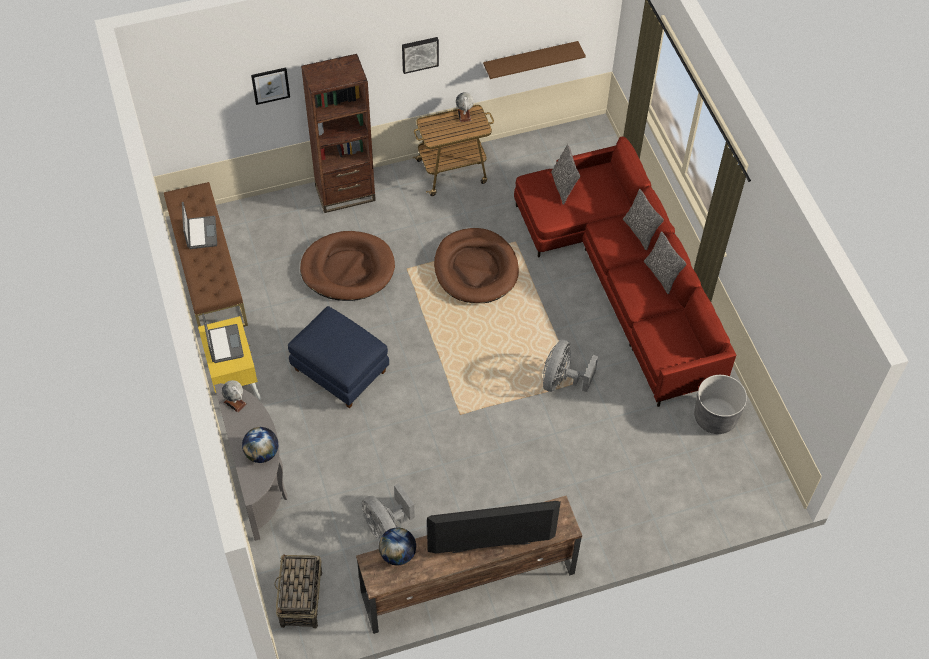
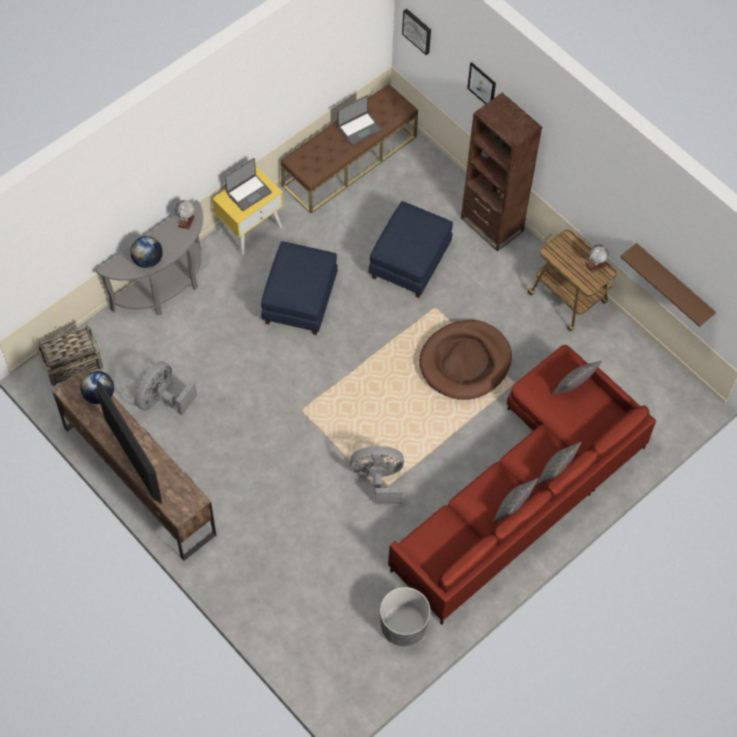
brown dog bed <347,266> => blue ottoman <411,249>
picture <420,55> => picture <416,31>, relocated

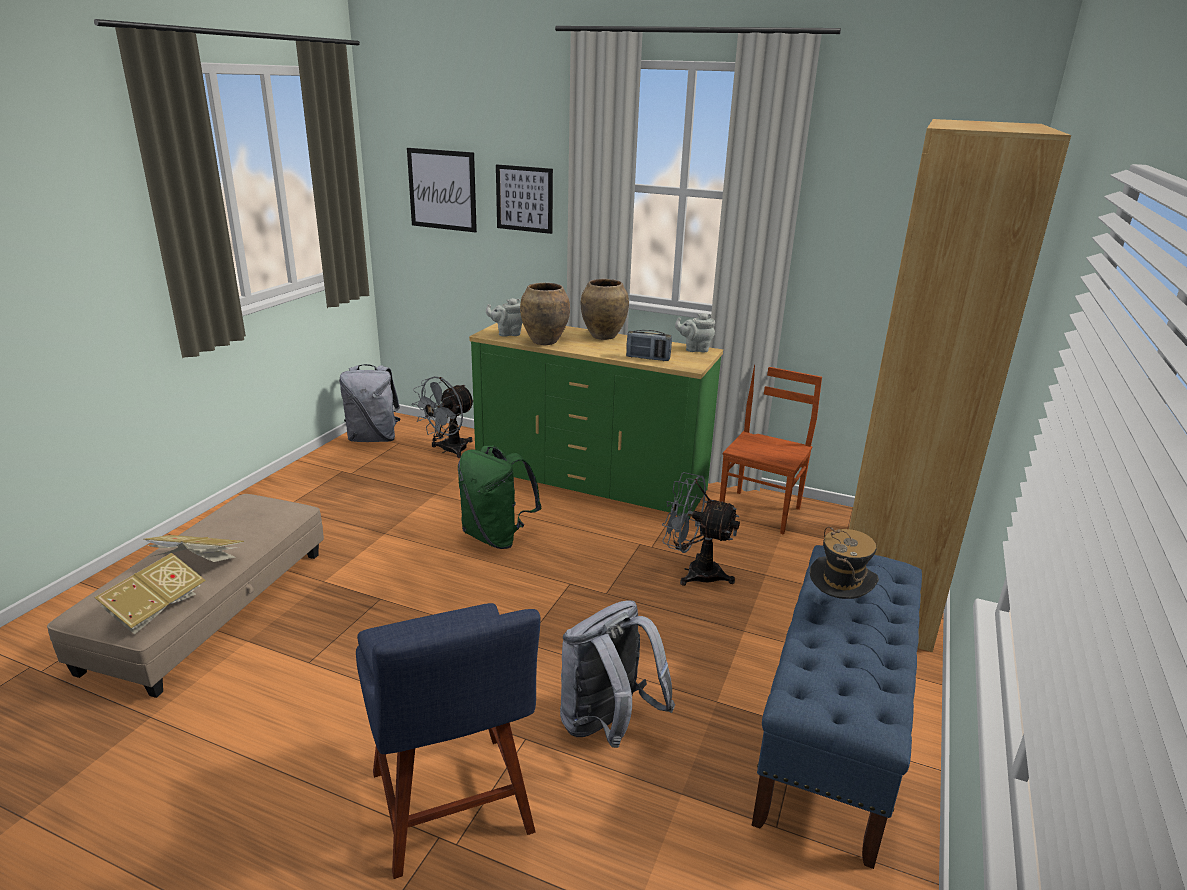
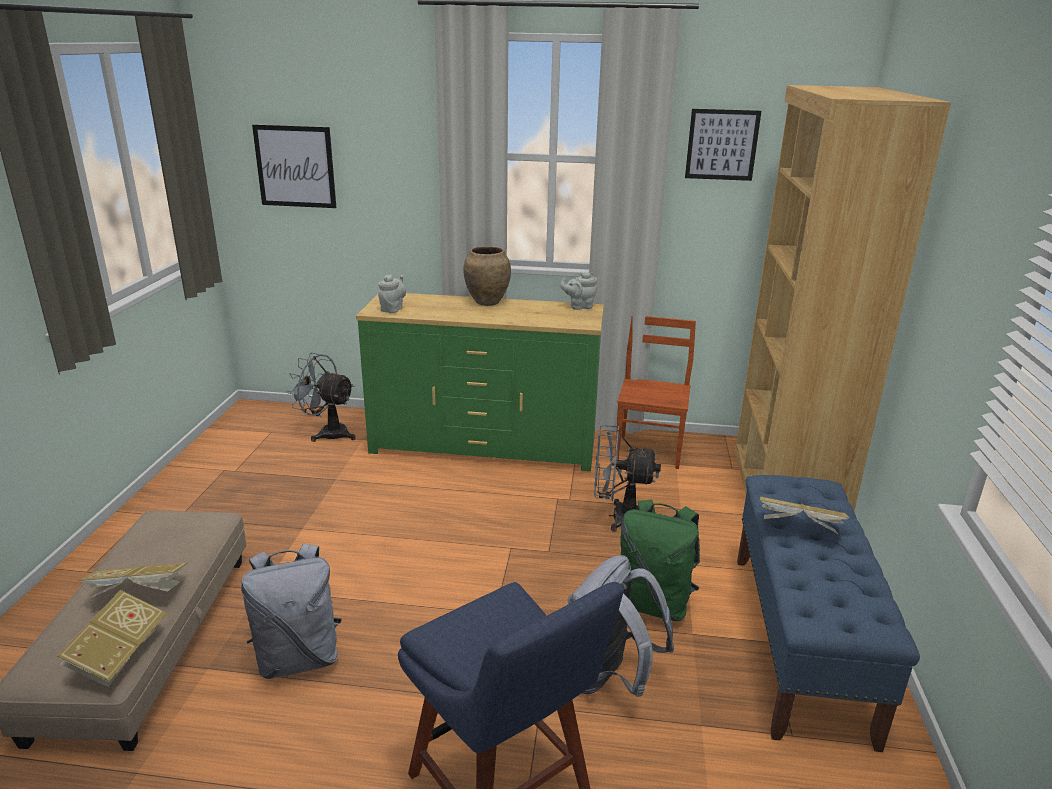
grey backpack <370,403> => grey backpack <291,611>, relocated
grey fan <442,417> => grey fan <321,397>, 90 degrees clockwise
grey teapot <504,317> => grey teapot <392,294>, 135 degrees clockwise
green backpack <500,497> => green backpack <660,560>, relocated
picture <524,199> => picture <723,145>, relocated
hat <844,562> => book <805,515>
brown vase <545,314> => nothing
radio <649,345> => nothing

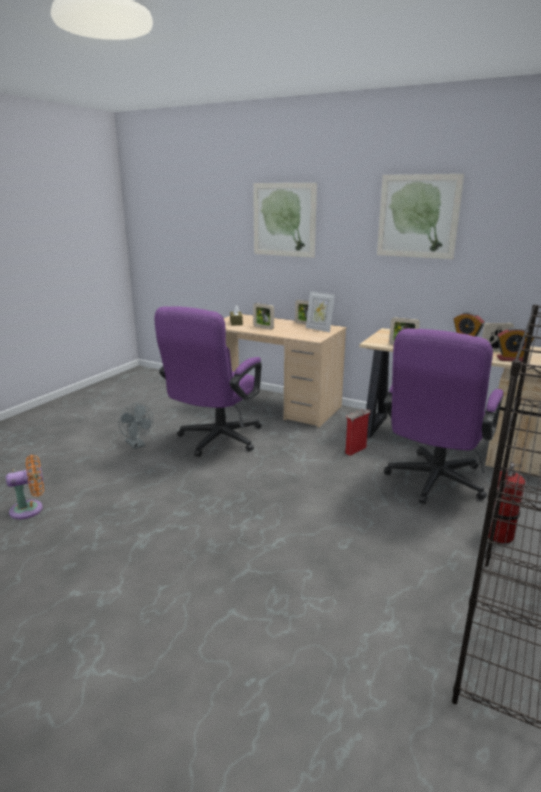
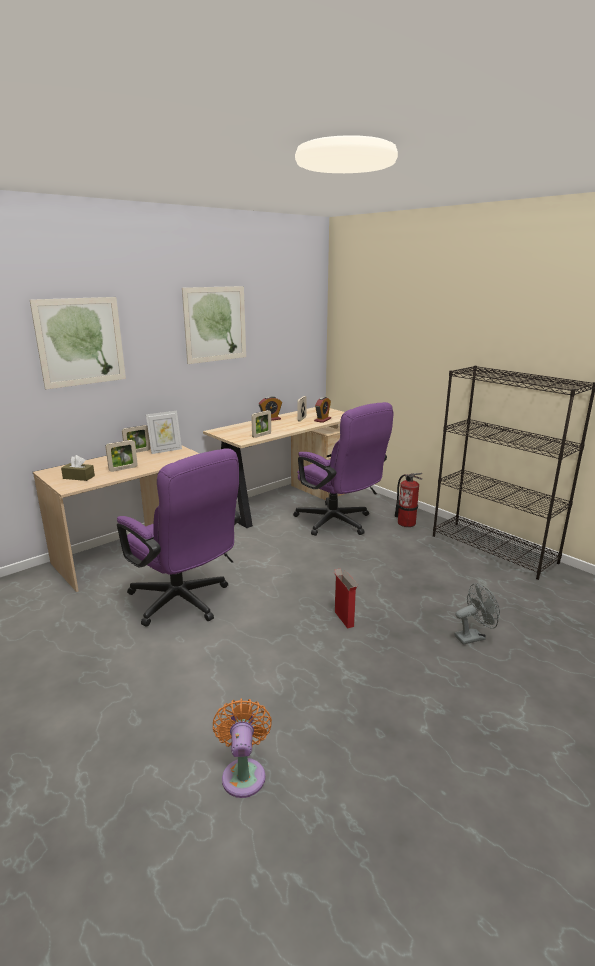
cardboard box <358,432> => cardboard box <346,598>, relocated
grey fan <135,426> => grey fan <477,614>, relocated

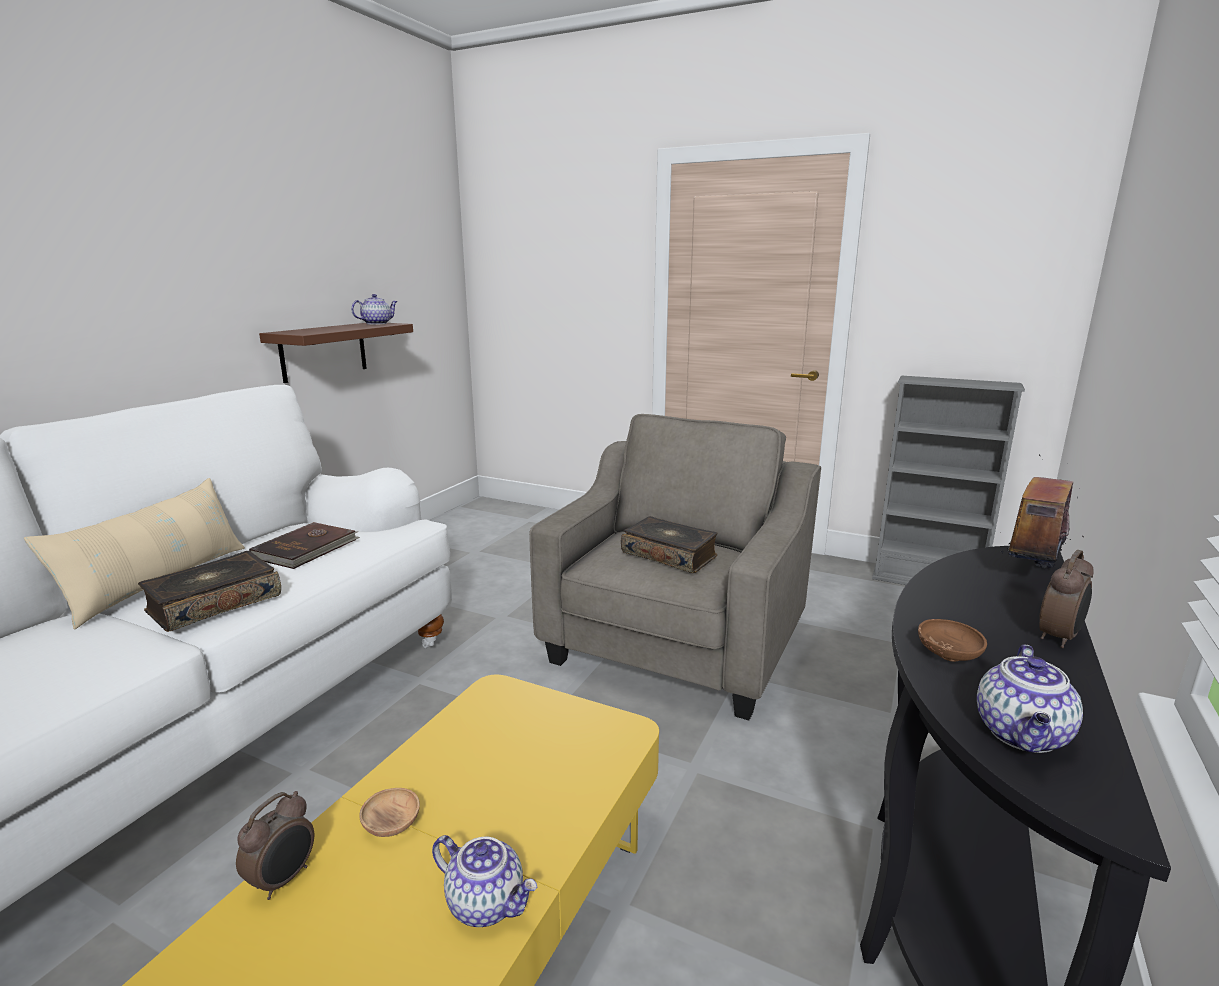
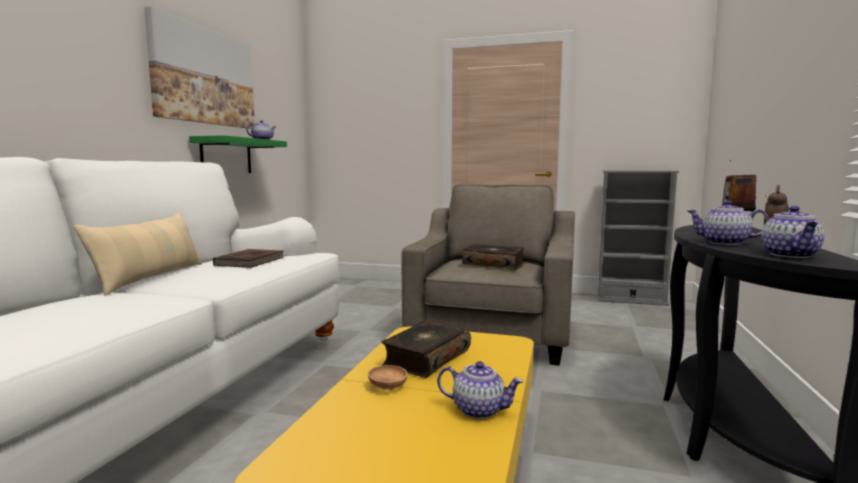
nothing => picture <199,67>
brown shelf <336,353> => green shelf <238,154>
book <209,591> => book <426,348>, relocated
brown bowl <952,640> => teapot <728,223>
alarm clock <275,845> => nothing

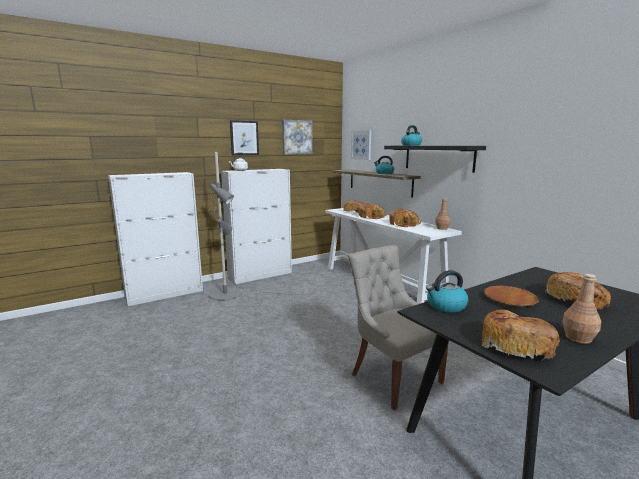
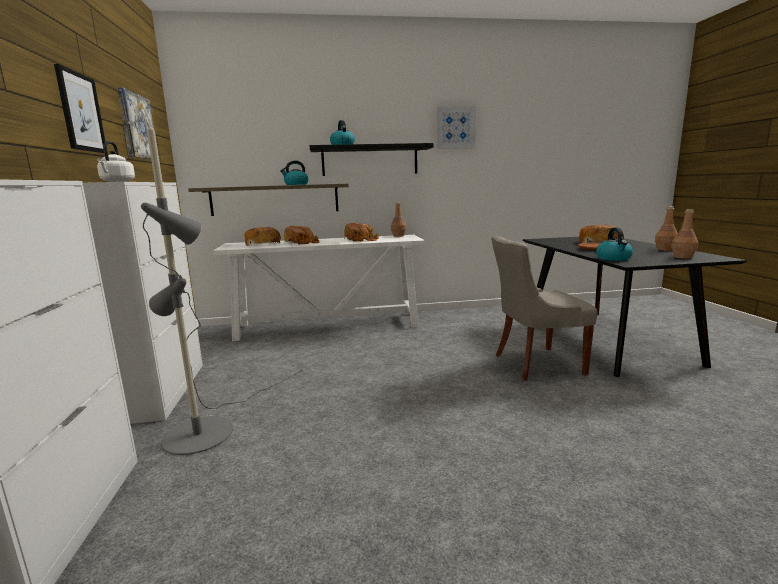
picture <361,145> => picture <456,127>, relocated
bread <521,336> => brown bottle <684,234>

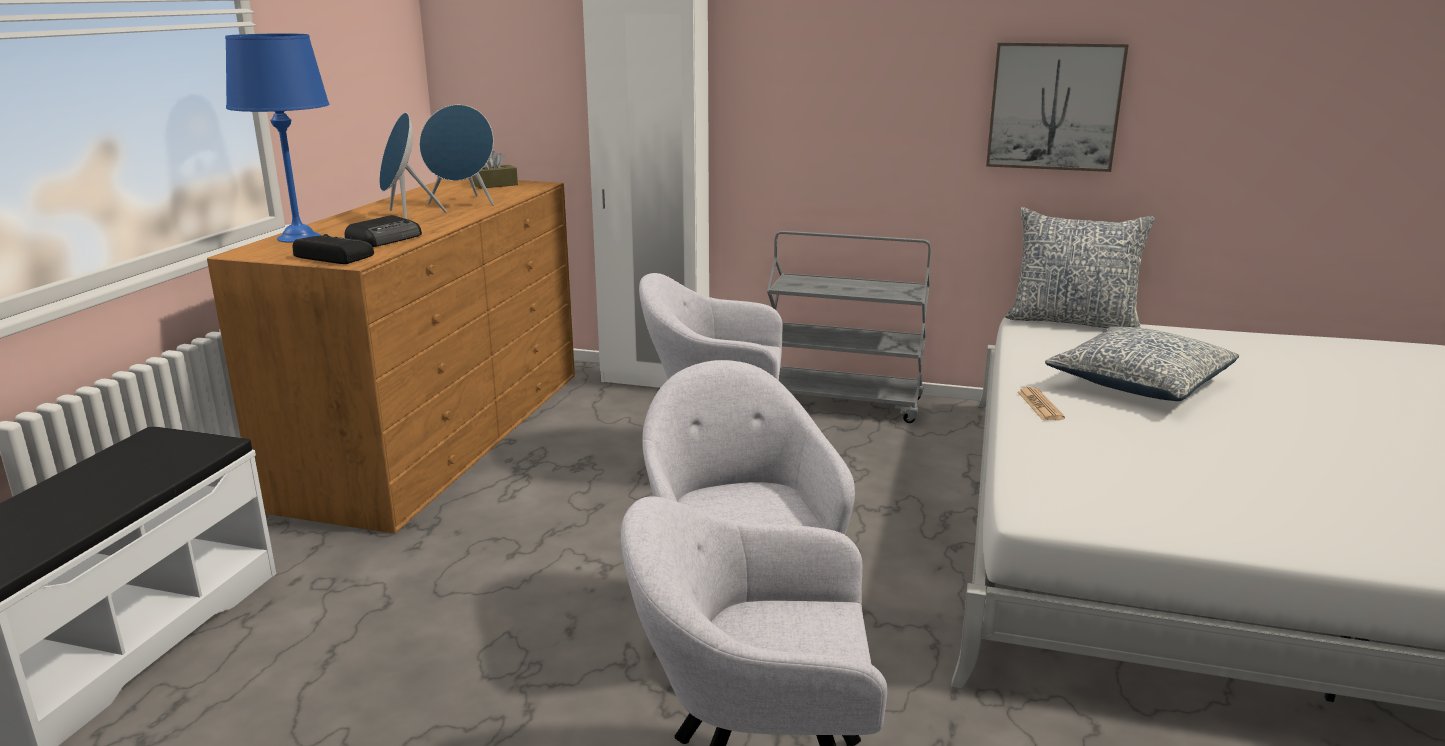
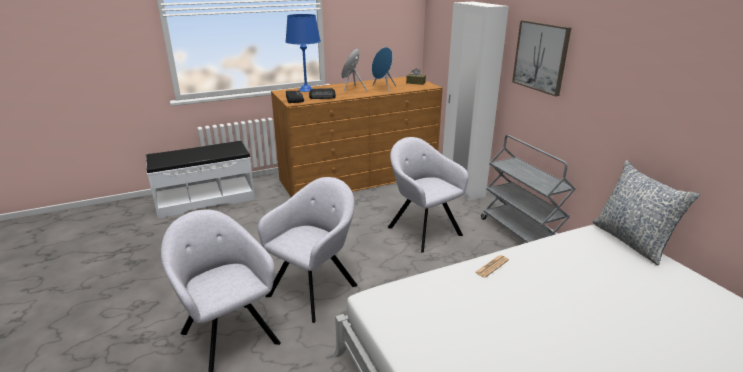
picture <1057,107> => picture <541,58>, relocated
pillow <1142,363> => nothing

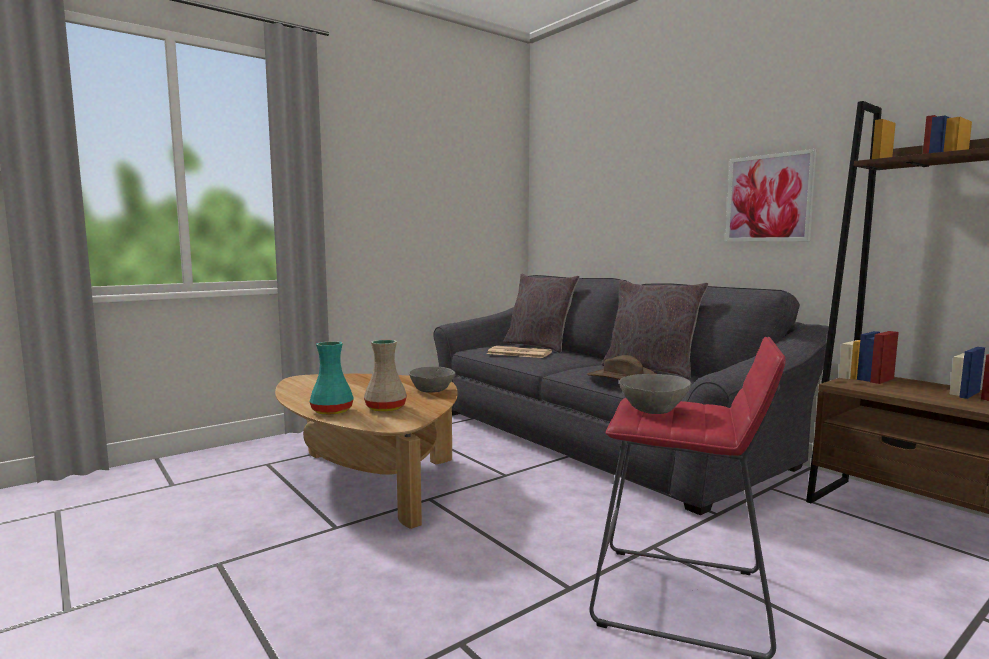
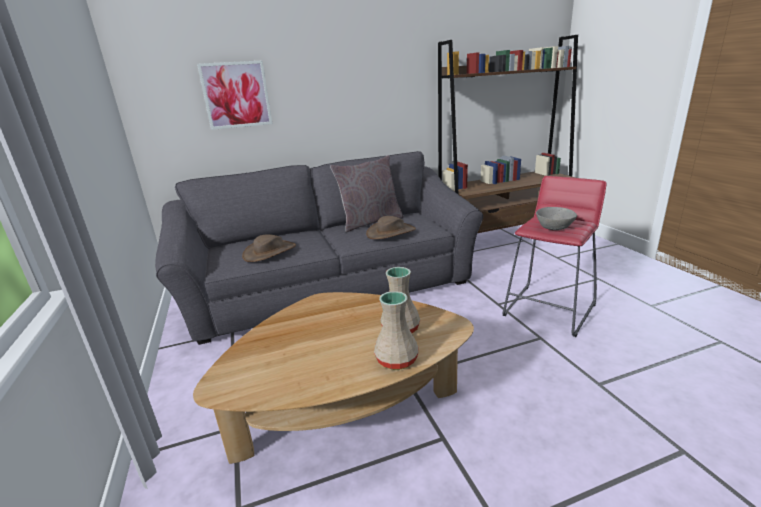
picture <771,195> => picture <234,95>, relocated
newspaper <519,352> => brown hat <269,248>
turquoise vase <331,378> => beige vase <396,330>
grey bowl <432,380> => nothing
grey pillow <541,313> => nothing

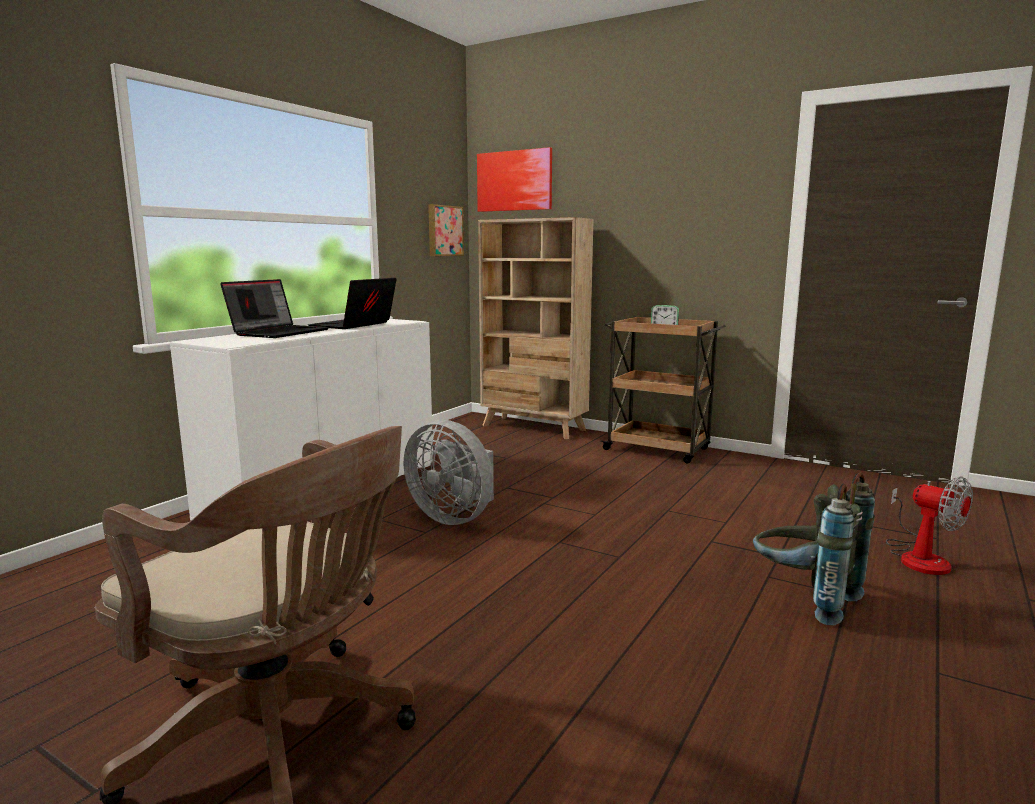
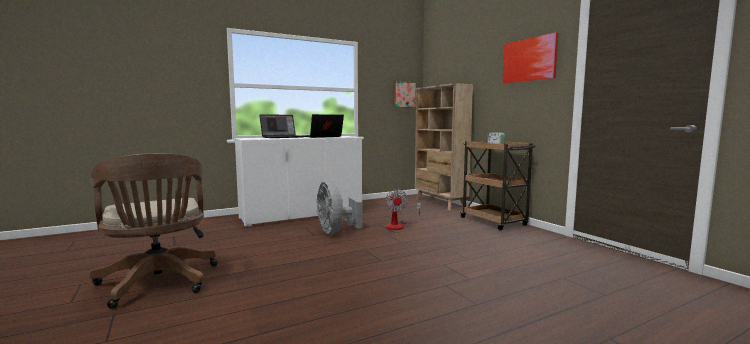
fan <929,525> => fan <403,209>, relocated
picture <514,179> => picture <530,58>, relocated
grey backpack <814,548> => nothing

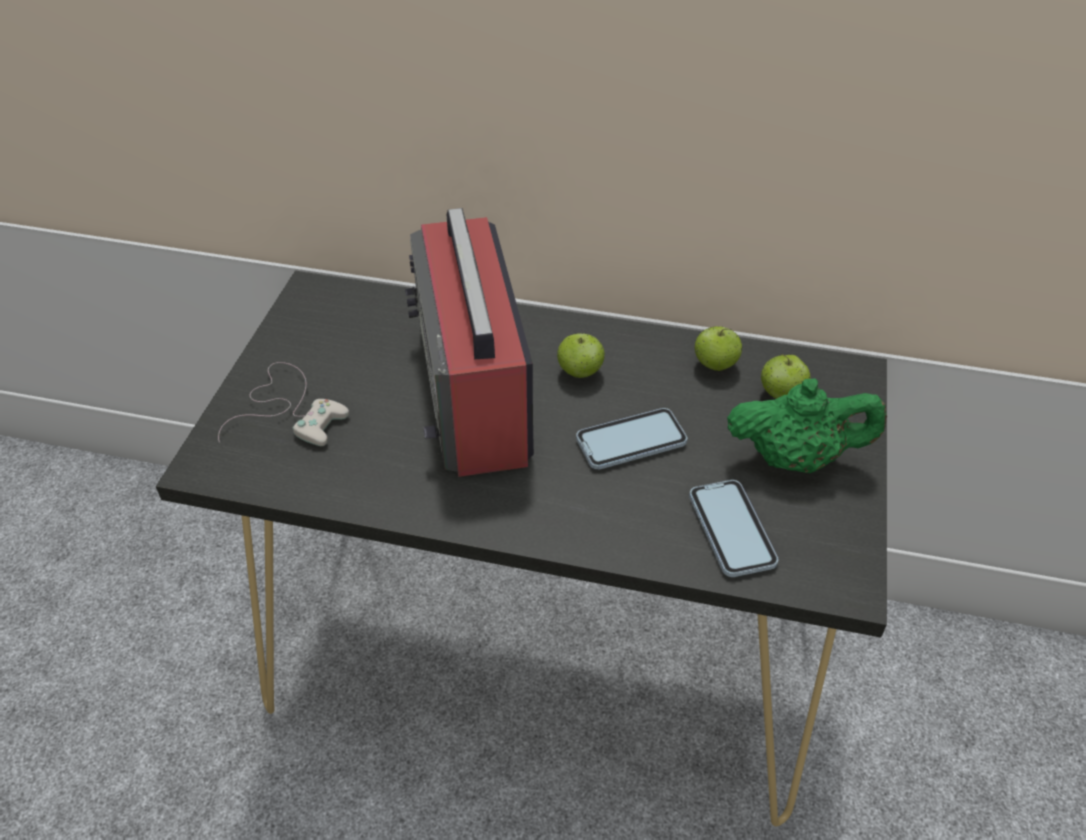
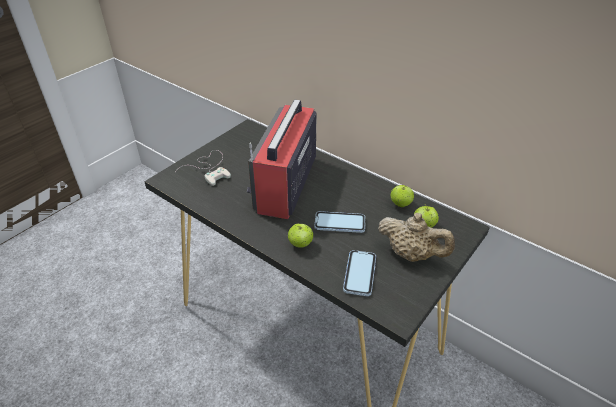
apple <581,355> => apple <300,236>, relocated
green teapot <807,425> => beige teapot <416,237>

